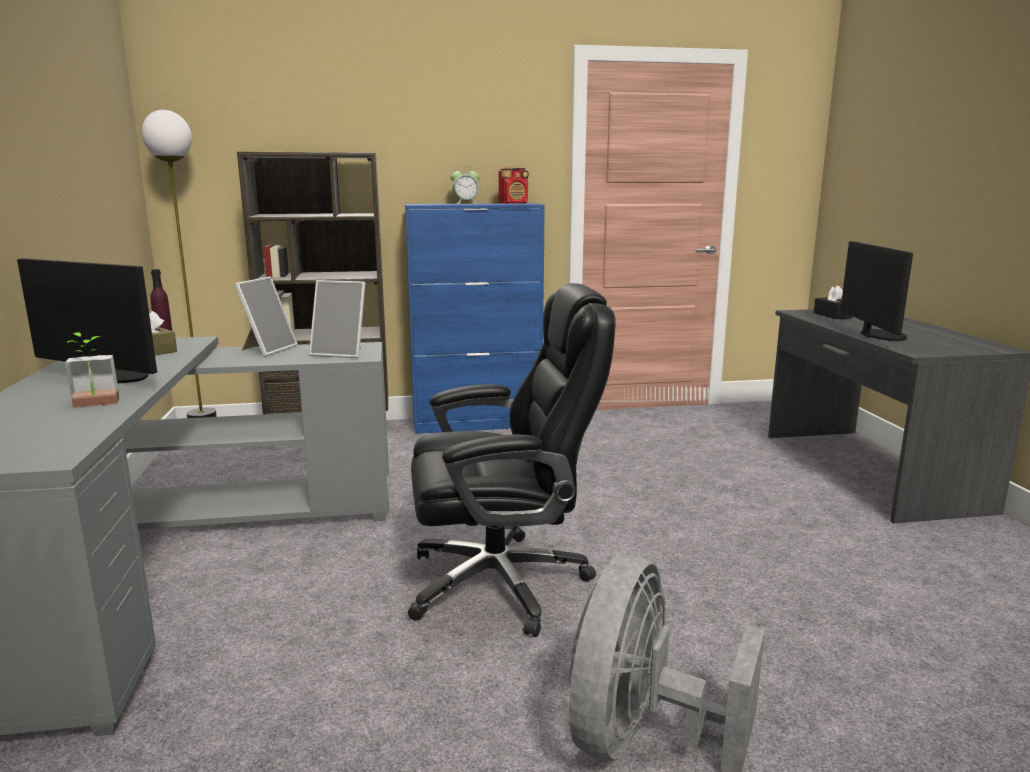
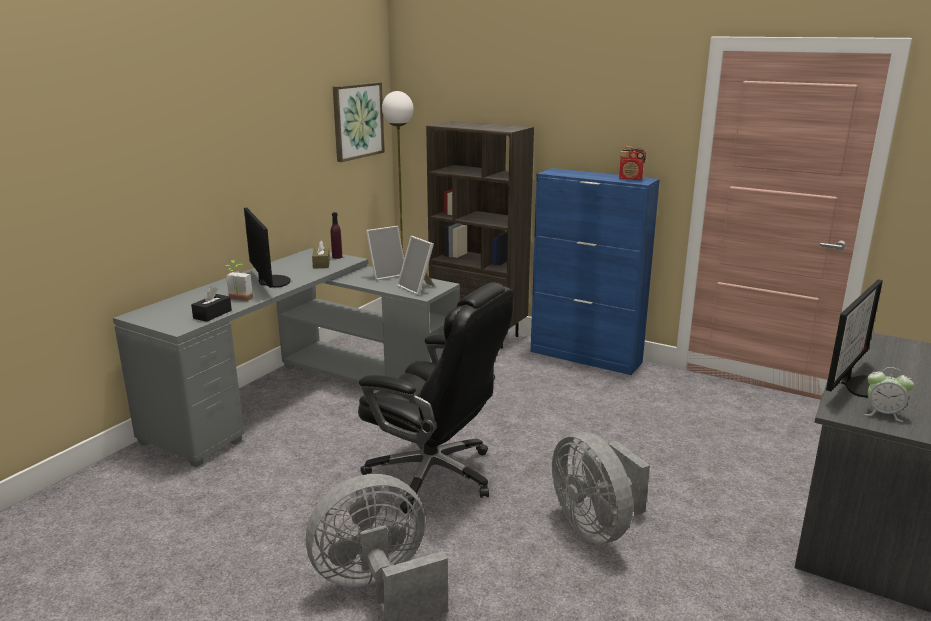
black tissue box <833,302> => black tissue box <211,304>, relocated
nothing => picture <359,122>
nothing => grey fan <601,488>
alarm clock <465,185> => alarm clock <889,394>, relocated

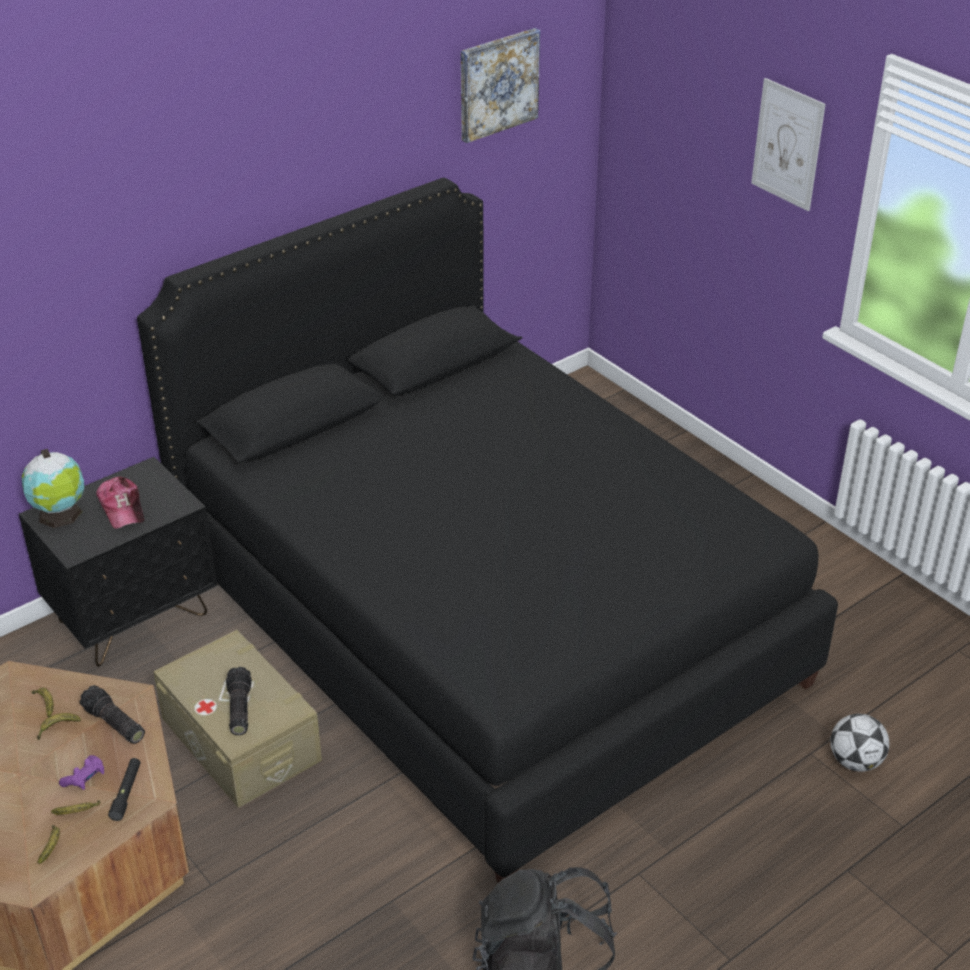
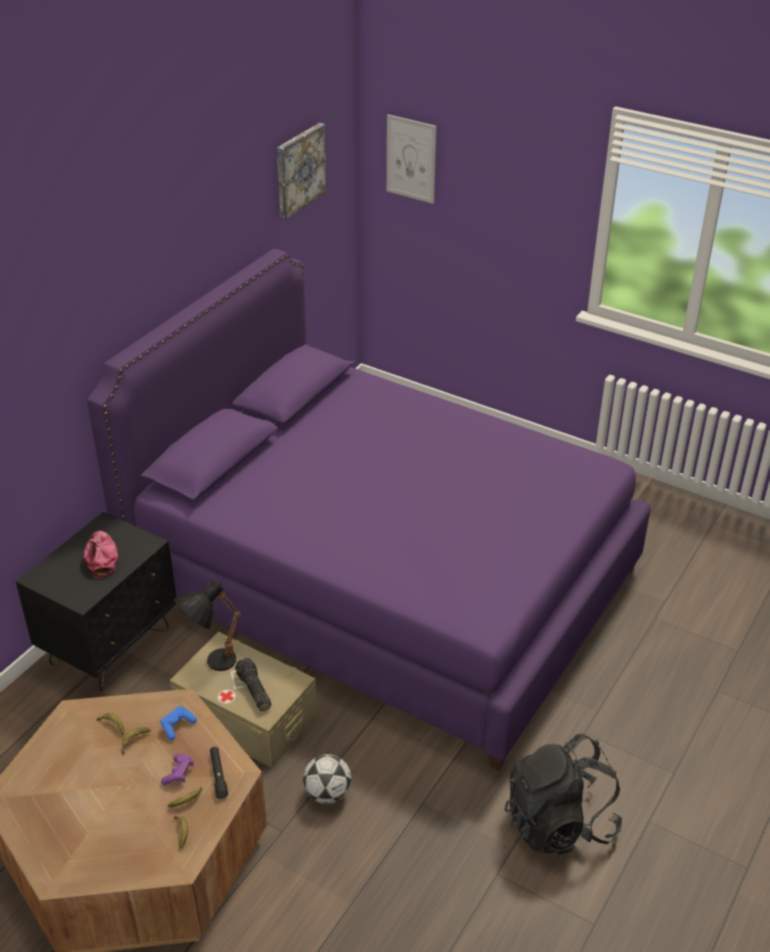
cap <120,502> => cap <101,554>, 150 degrees counterclockwise
black bed <487,530> => purple bed <369,509>
flashlight <112,714> => blue game controller <178,723>
nothing => black table lamp <207,625>
football <859,743> => football <327,779>, relocated
picture <788,144> => picture <411,159>, relocated
globe <53,488> => nothing

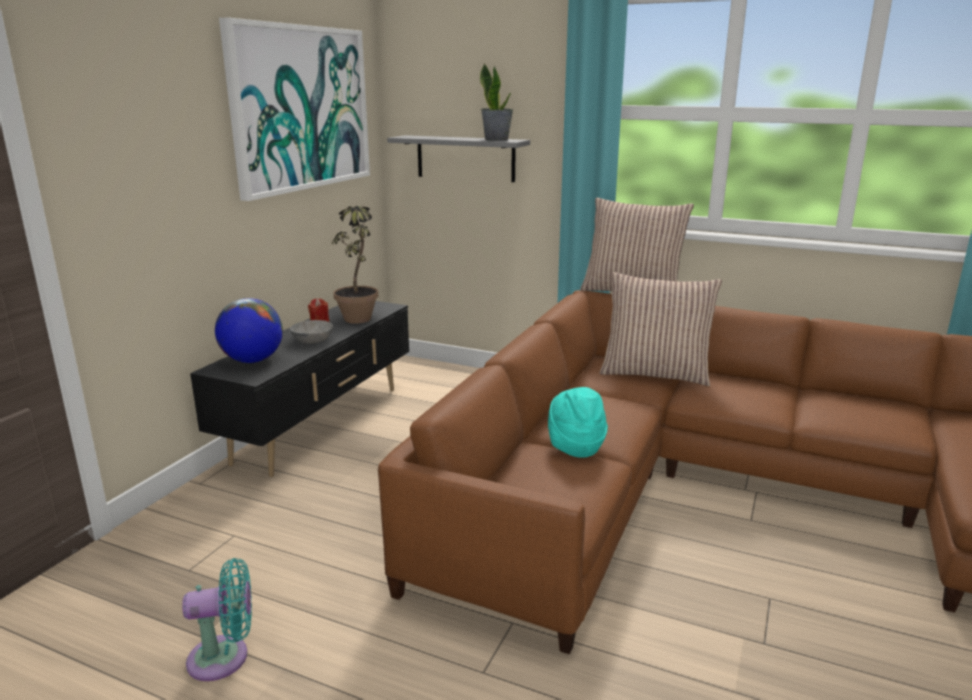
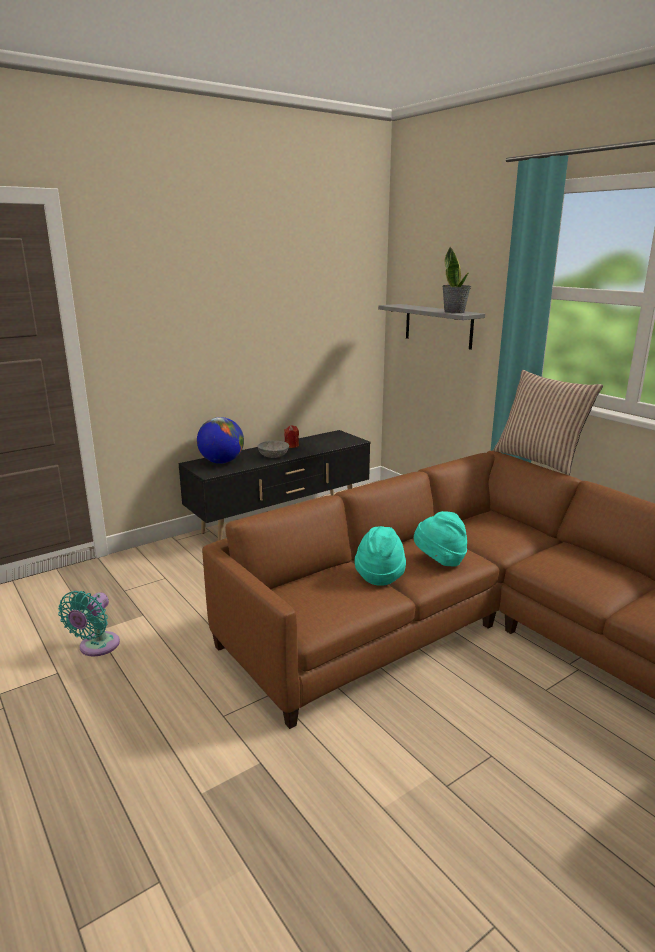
turquoise fan <217,619> => turquoise fan <89,623>, 90 degrees clockwise
nothing => turquoise hat <440,538>
picture <294,109> => nothing
potted plant <355,265> => nothing
pillow <661,329> => nothing

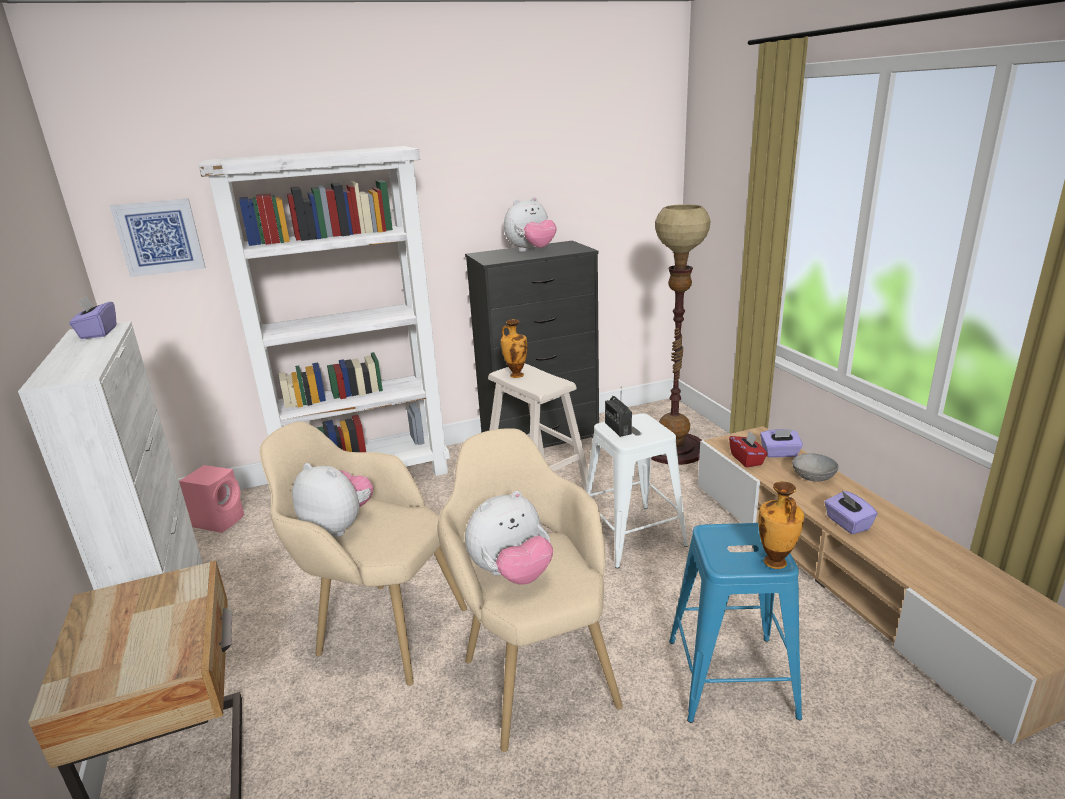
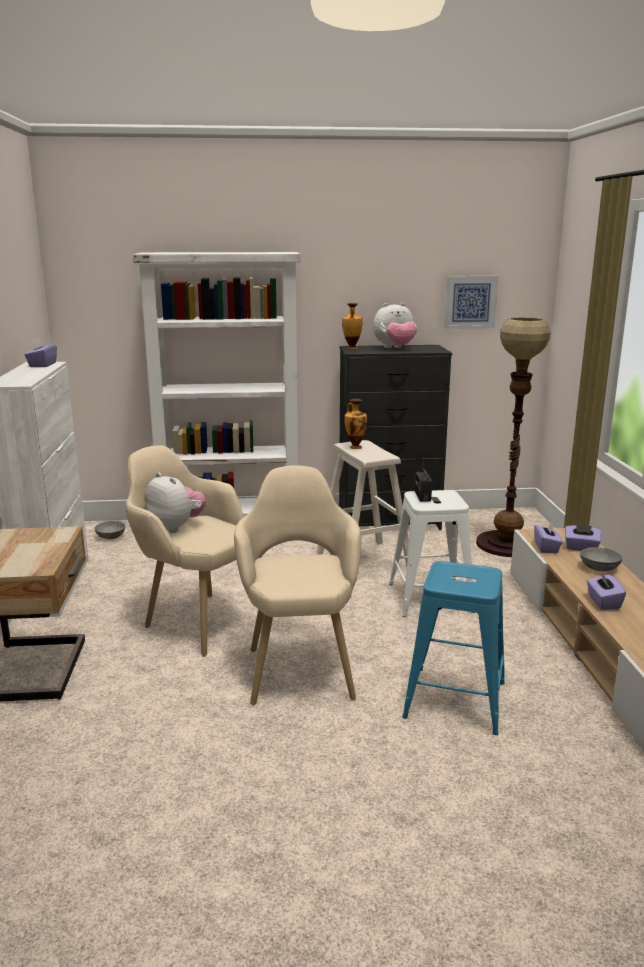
pink speaker <211,499> => grey bowl <109,530>
vase <781,525> => vase <352,326>, relocated
picture <157,237> => picture <471,302>, relocated
red tissue box <748,448> => purple tissue box <548,537>
plush toy <509,538> => nothing

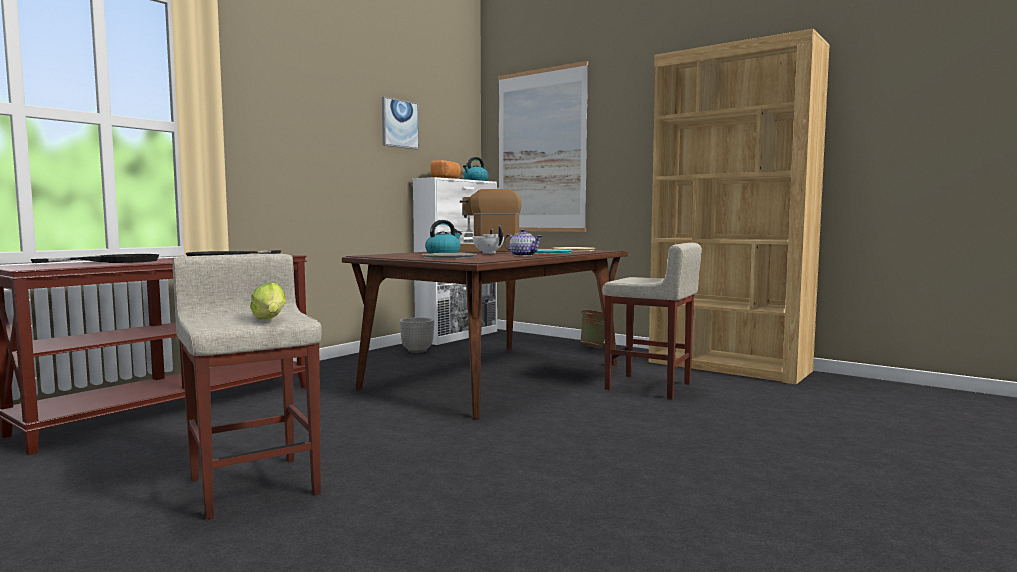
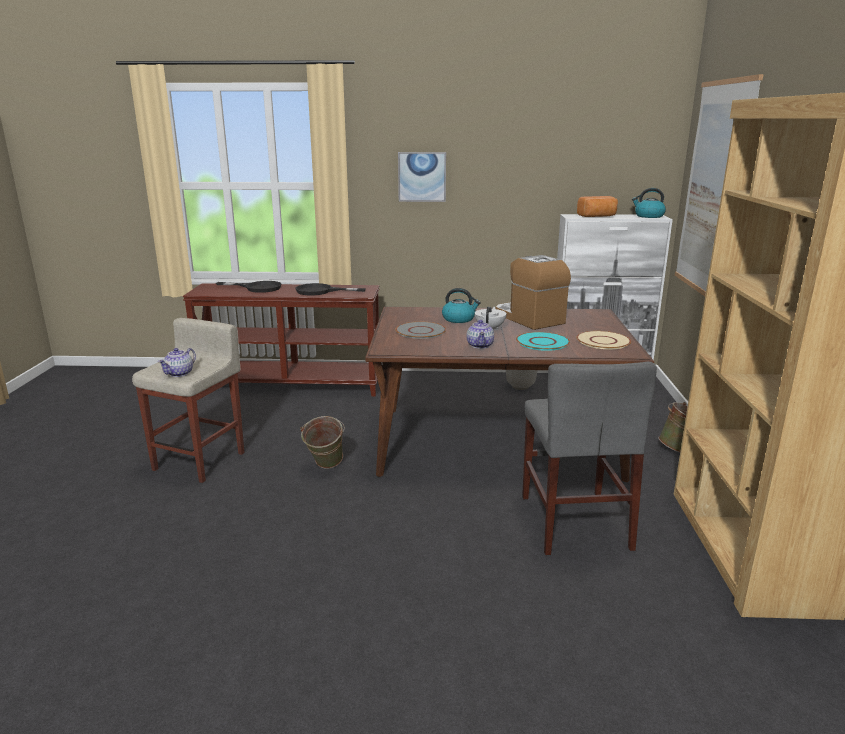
lettuce <268,301> => teapot <177,362>
nothing => green bucket <322,442>
picture <400,123> => picture <422,177>, relocated
beige stool <652,321> => grey chair <589,458>

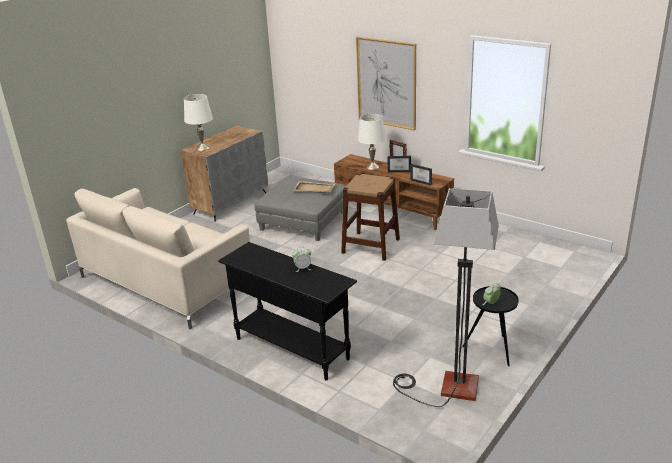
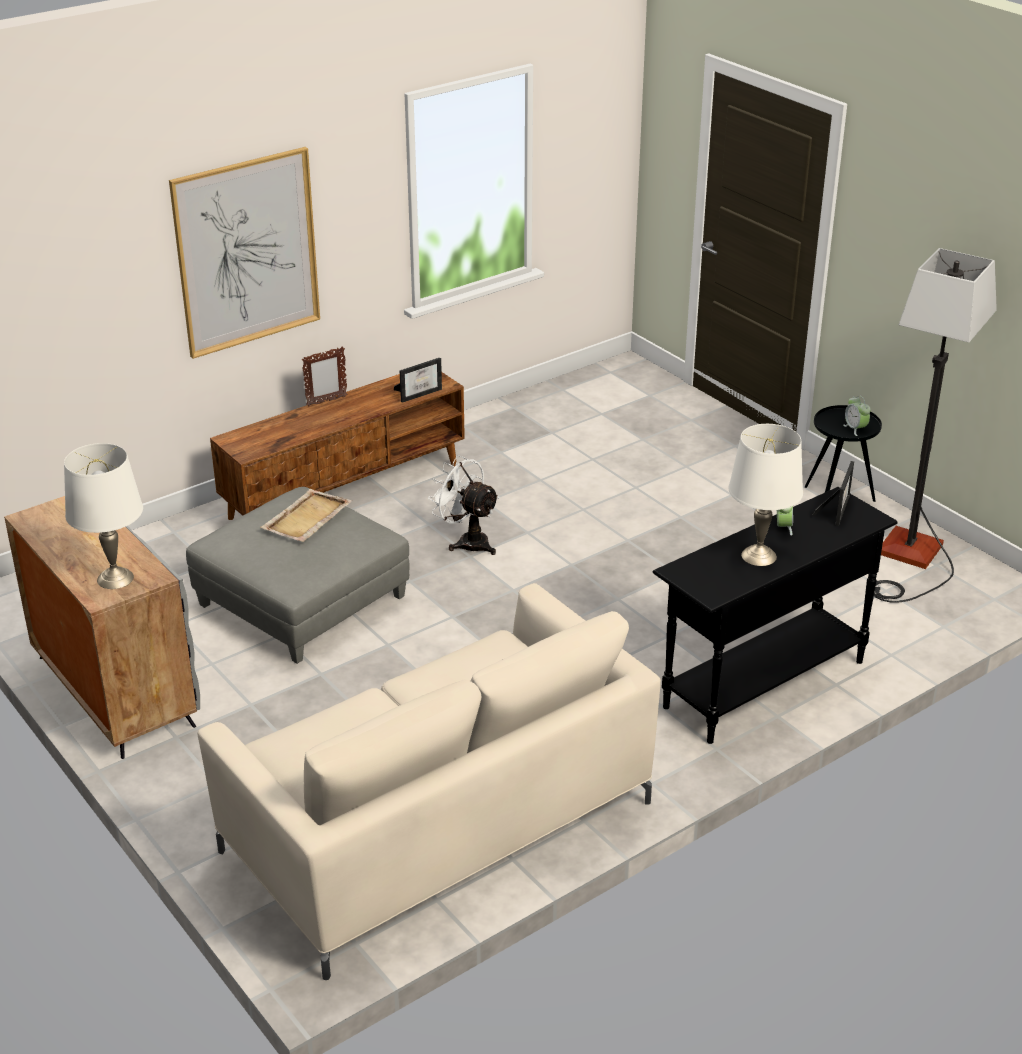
brown stool <370,217> => white fan <464,505>
white table lamp <372,142> => white table lamp <765,495>, relocated
picture frame <399,164> => picture frame <833,493>, relocated

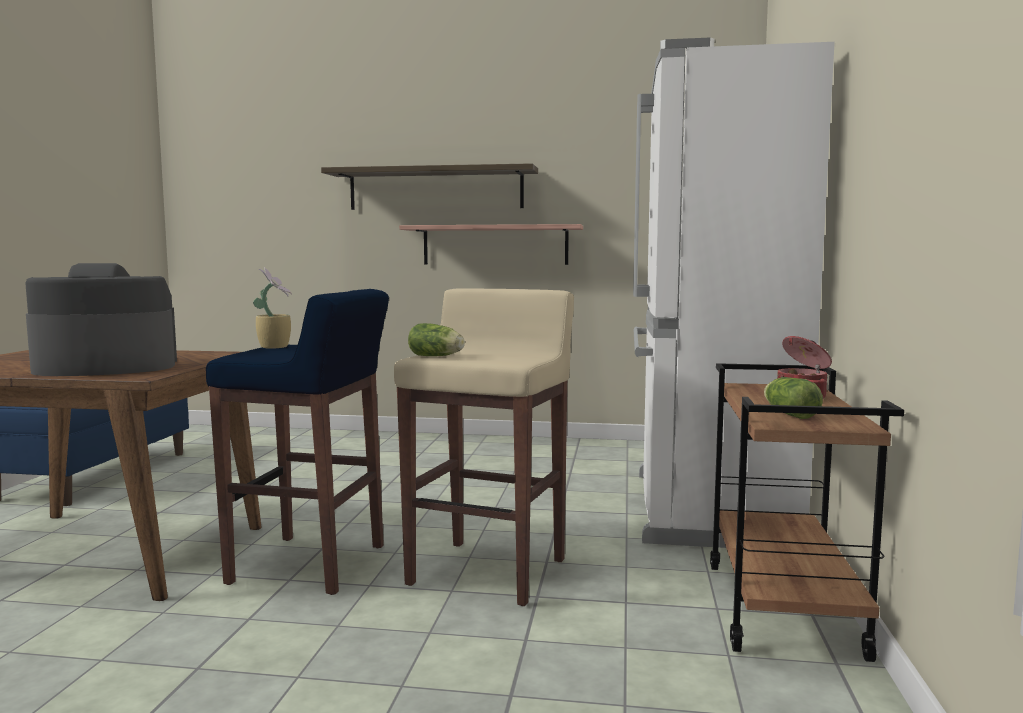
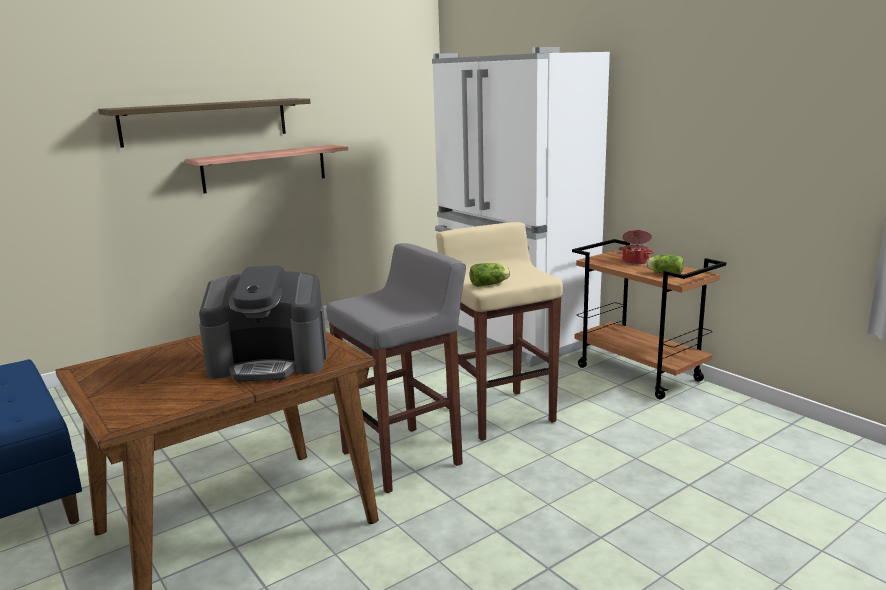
coffee machine <101,319> => coffee machine <263,323>, 120 degrees counterclockwise
blue stool <297,442> => grey stool <396,368>
potted plant <272,308> => nothing

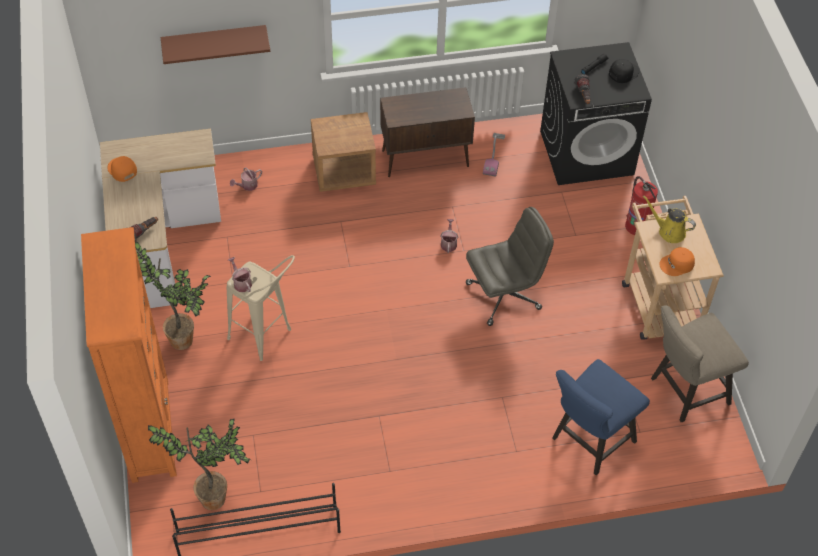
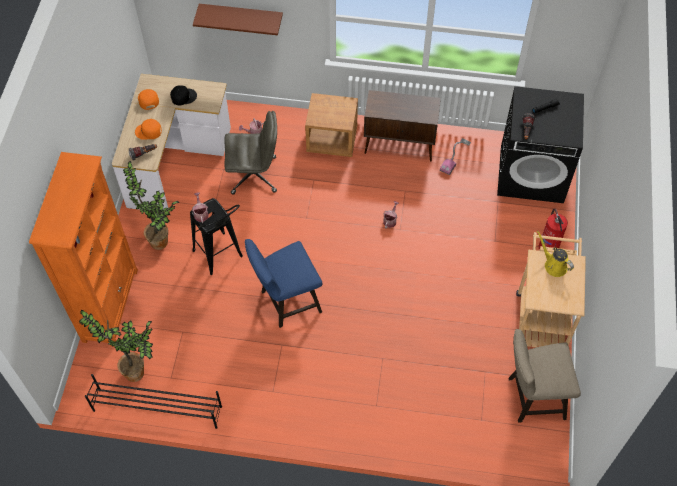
orange cap <677,261> => orange cap <148,129>, relocated
black cap <624,71> => black cap <183,95>, relocated
beige stool <261,308> => black stool <216,236>
grey office chair <510,266> => grey office chair <250,152>, relocated
blue stool <601,417> => blue stool <283,283>, relocated

